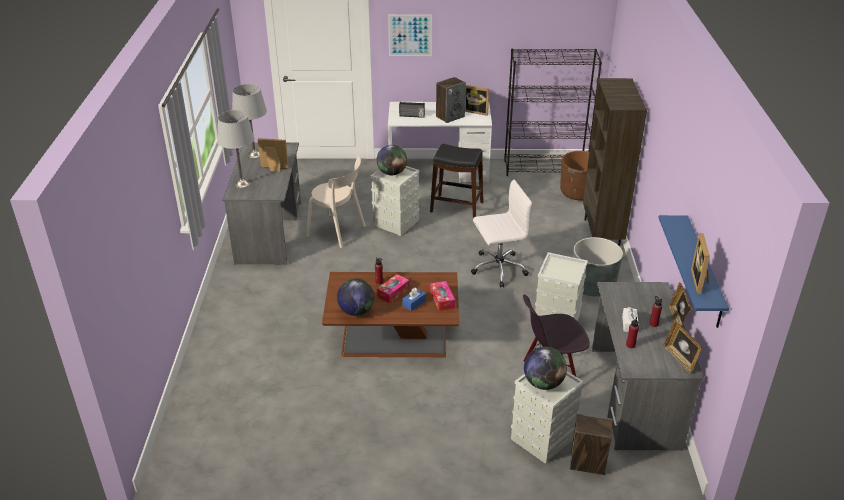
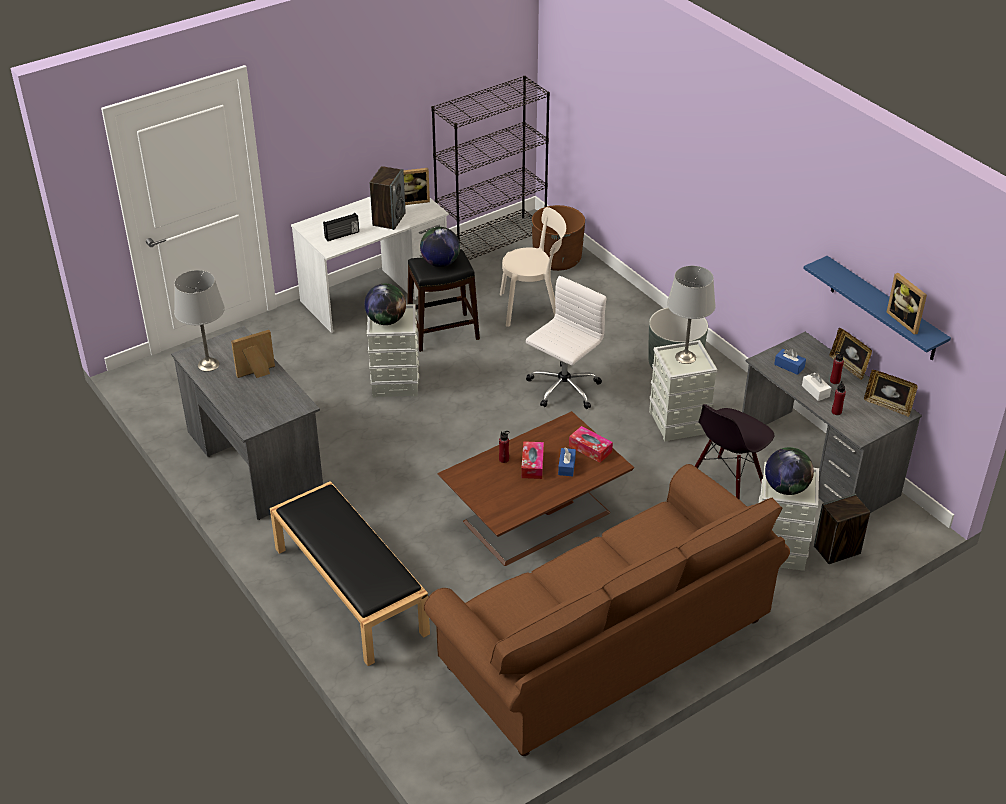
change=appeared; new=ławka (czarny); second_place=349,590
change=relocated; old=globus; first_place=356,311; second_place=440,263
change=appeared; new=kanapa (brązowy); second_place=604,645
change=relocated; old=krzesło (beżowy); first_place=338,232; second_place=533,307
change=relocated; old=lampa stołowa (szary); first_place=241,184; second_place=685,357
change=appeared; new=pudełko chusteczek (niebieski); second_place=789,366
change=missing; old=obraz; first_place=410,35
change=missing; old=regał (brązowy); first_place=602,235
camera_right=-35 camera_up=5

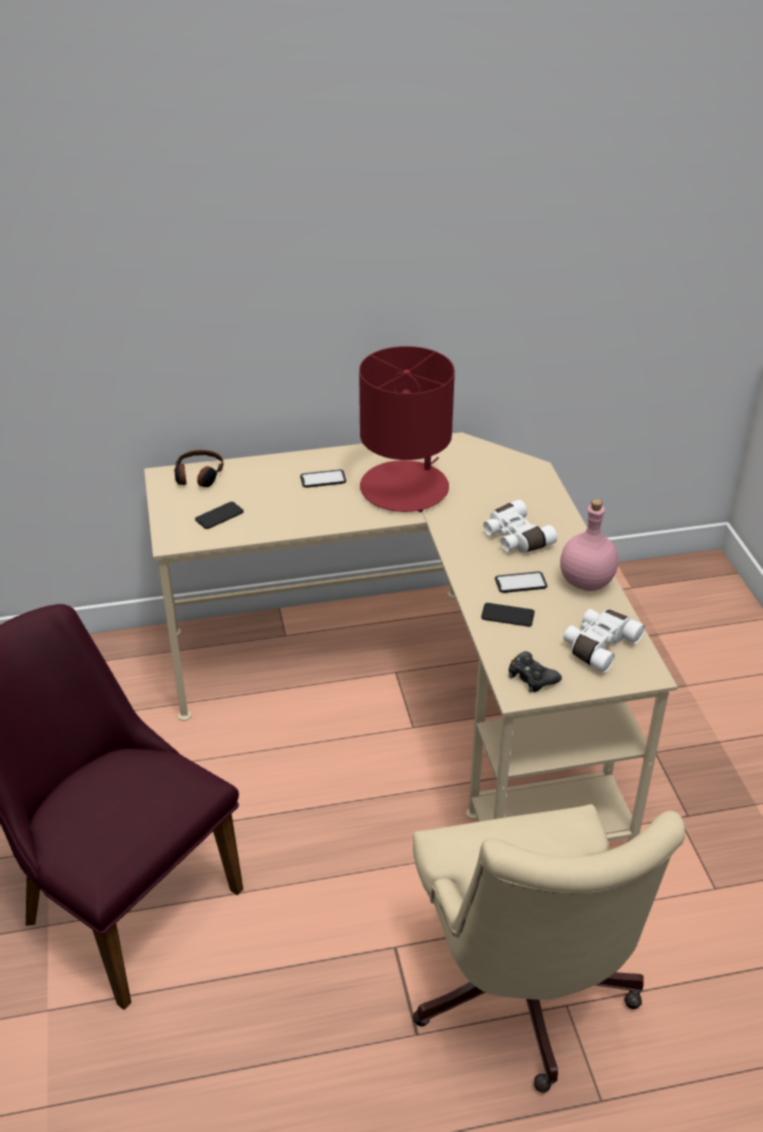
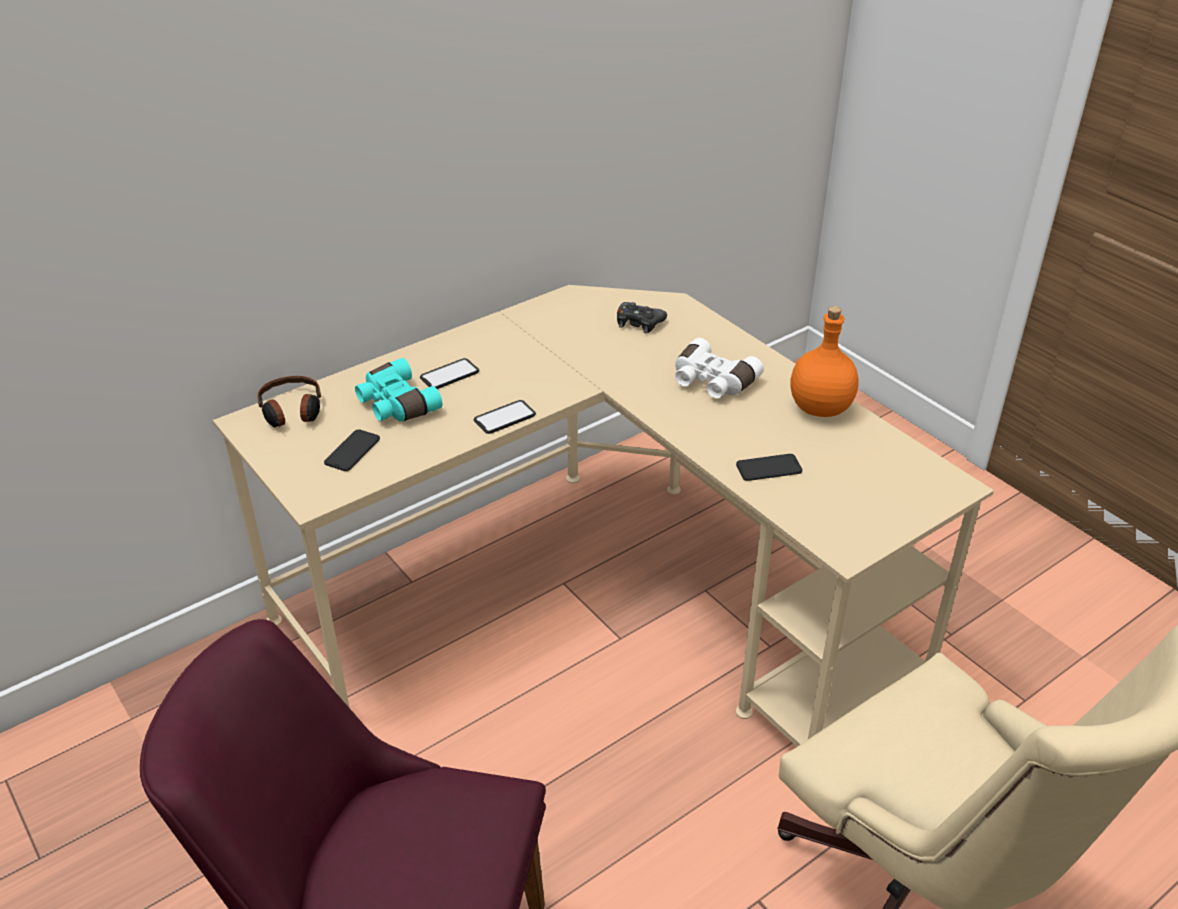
change=appeared; new=lornetka (turkusowy); second_place=395,404
change=relocated; old=telefon; first_place=520,583; second_place=504,418
change=relocated; old=pad do gier (czarny); first_place=531,677; second_place=639,323
change=colour; old=butelka (różowy); new=butelka (pomarańczowy); first_place=585,581; second_place=819,407
change=missing; old=lampa stołowa (czerwony); first_place=405,488
change=missing; old=lornetka (biały); first_place=598,645
camera_right=-25 camera_up=0

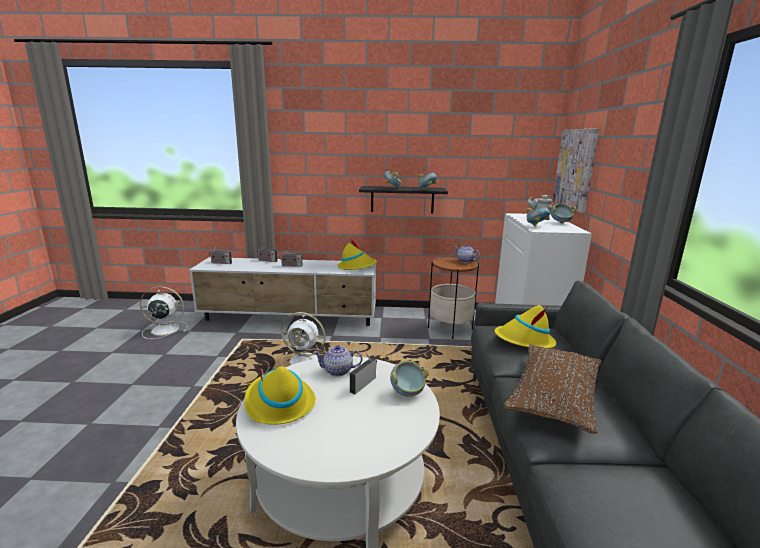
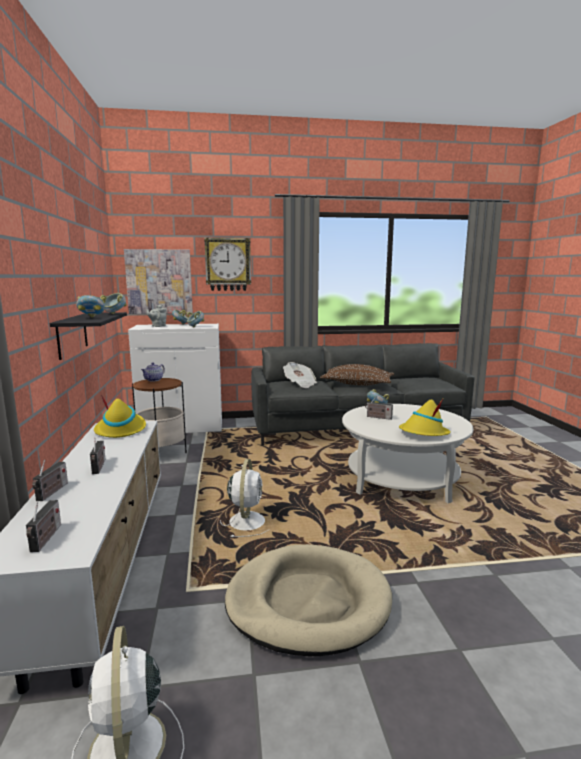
change=appeared; new=zegar ścienny; second_place=228,264
change=appeared; new=legowisko (beżowy); second_place=308,602
change=exchanged; old=kapelusz (żółty); new=gazeta; first_place=524,341; second_place=300,384
change=missing; old=imbryk; first_place=338,371
camera_right=-100 camera_up=-5

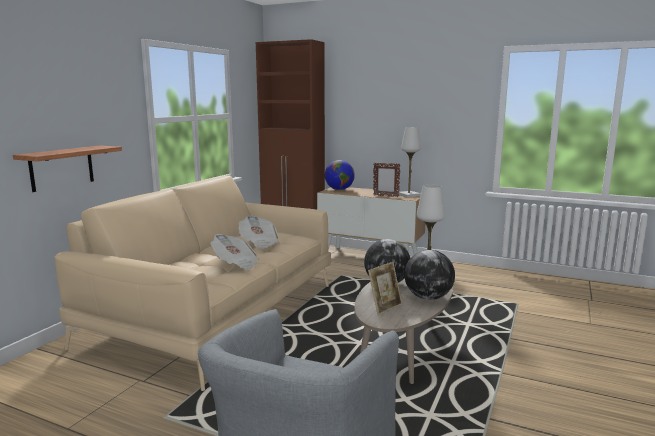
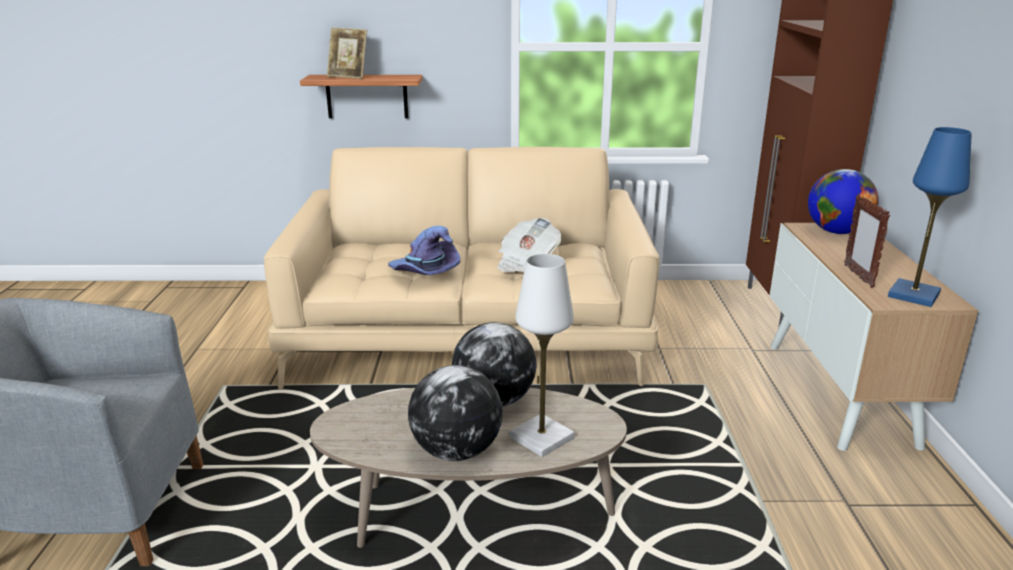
change=relocated; old=ramka na zdjęcie; first_place=385,307; second_place=348,76
change=exchanged; old=gazeta; new=kapelusz (fioletowy); first_place=236,264; second_place=424,273
change=colour; old=lampa stołowa (biały); new=lampa stołowa (niebieski); first_place=409,195; second_place=913,295
camera_right=65 camera_up=10

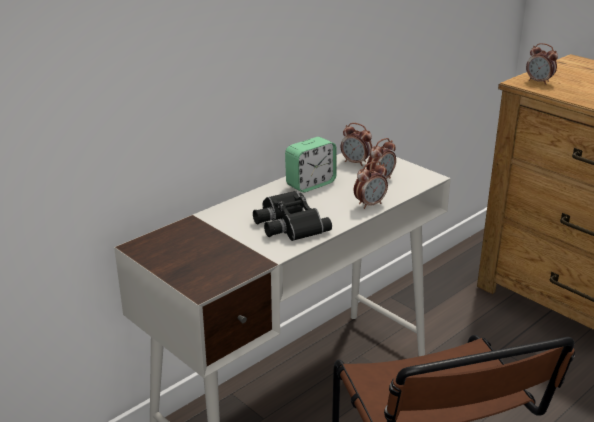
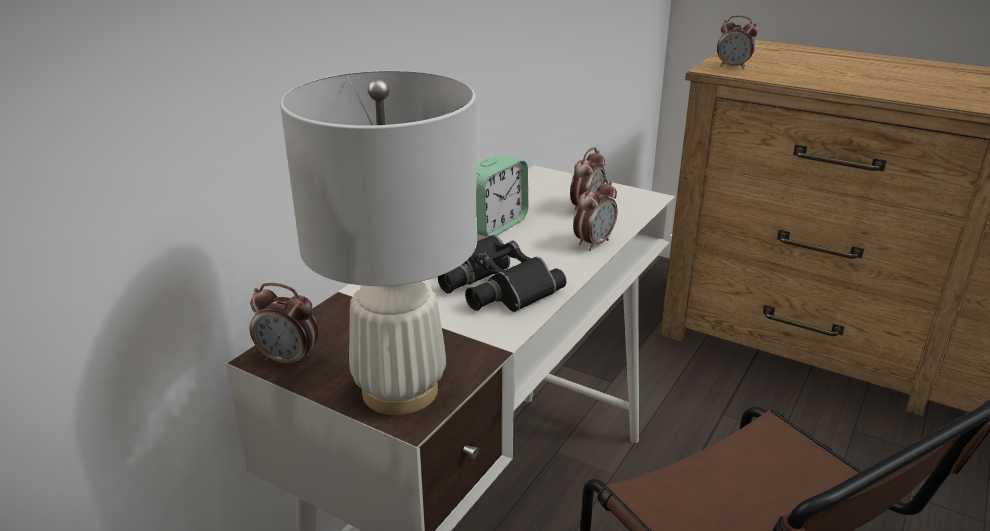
change=relocated; old=budzik; first_place=356,162; second_place=289,360
change=appeared; new=lampa stołowa (biały); second_place=399,391
camera_right=-15 camera_up=0

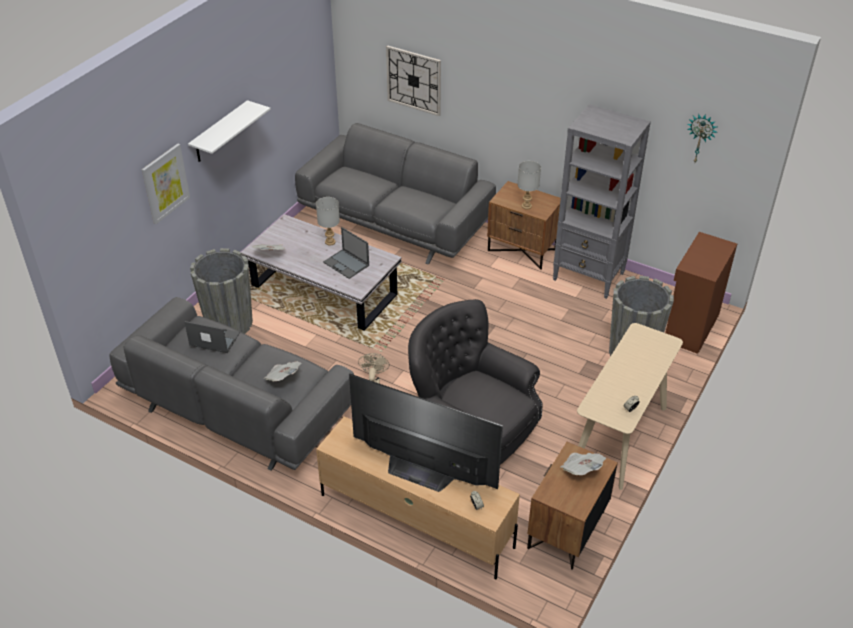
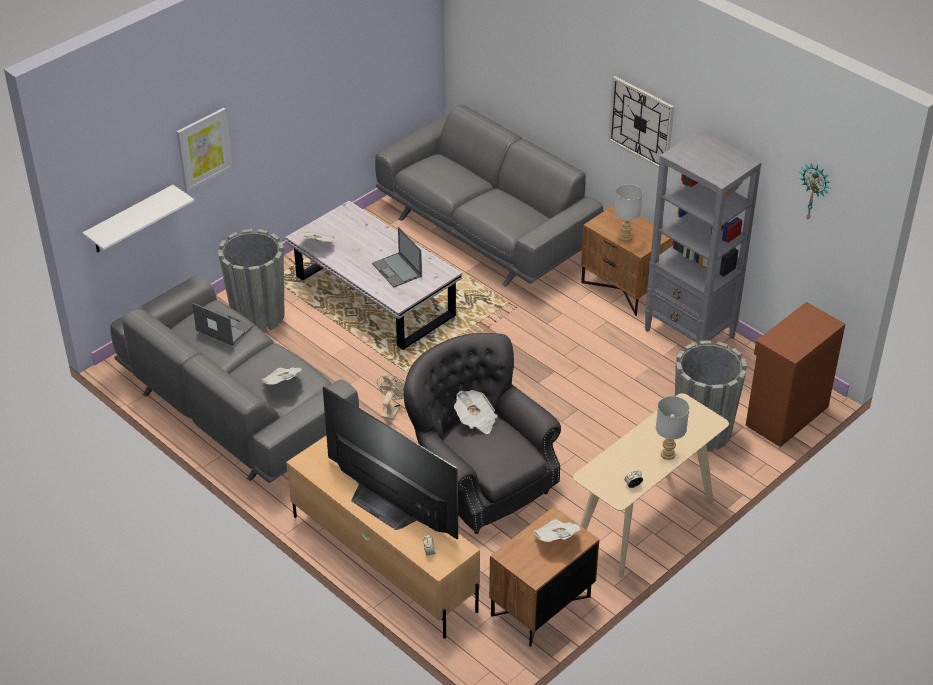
change=relocated; old=półka (biały); first_place=220,132; second_place=130,220
change=appeared; new=gazeta; second_place=476,420
change=relocated; old=zegar ścienny; first_place=414,80; second_place=641,123
change=relocated; old=lampa stołowa (szary); first_place=330,242; second_place=668,454
camera_right=15 camera_up=0

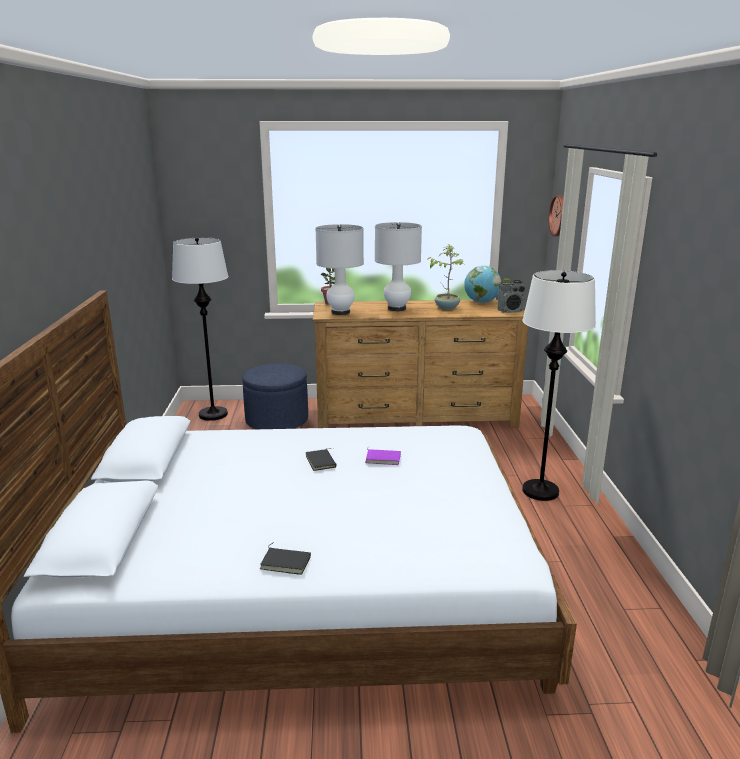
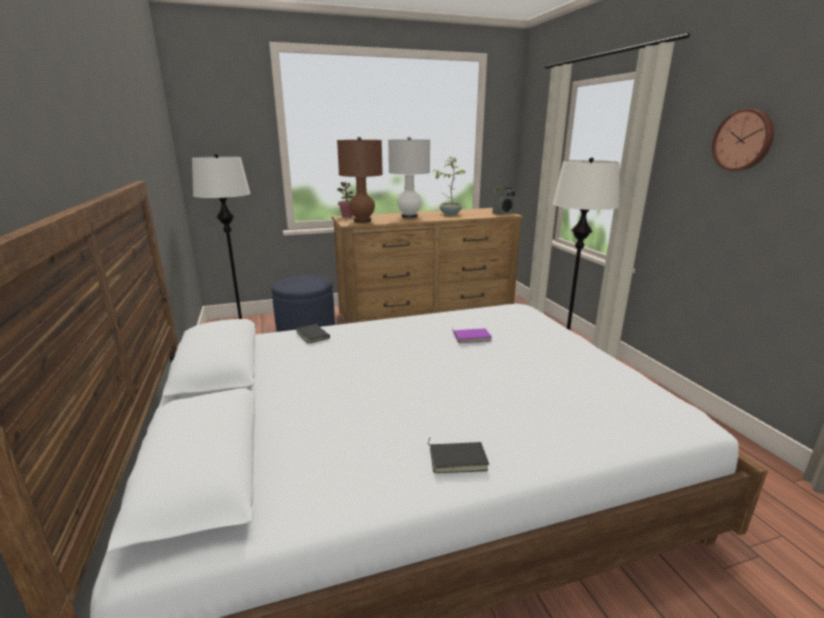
change=relocated; old=książka (czarny); first_place=322,462; second_place=314,335
change=colour; old=lampa stołowa (biały); new=lampa stołowa (brązowy); first_place=340,312; second_place=362,221
change=relocated; old=zegar ścienny; first_place=559,215; second_place=743,140
change=missing; old=globus; first_place=481,302
camera_right=-15 camera_up=0

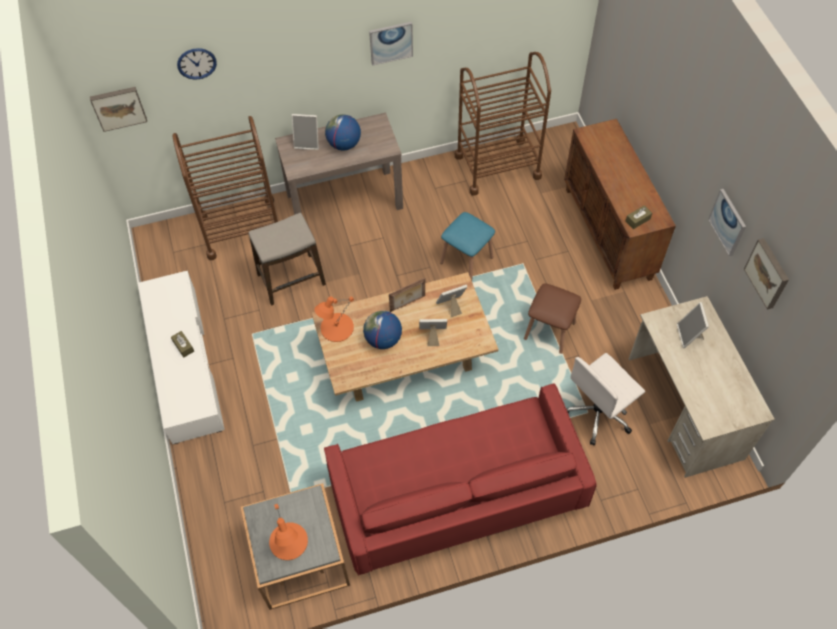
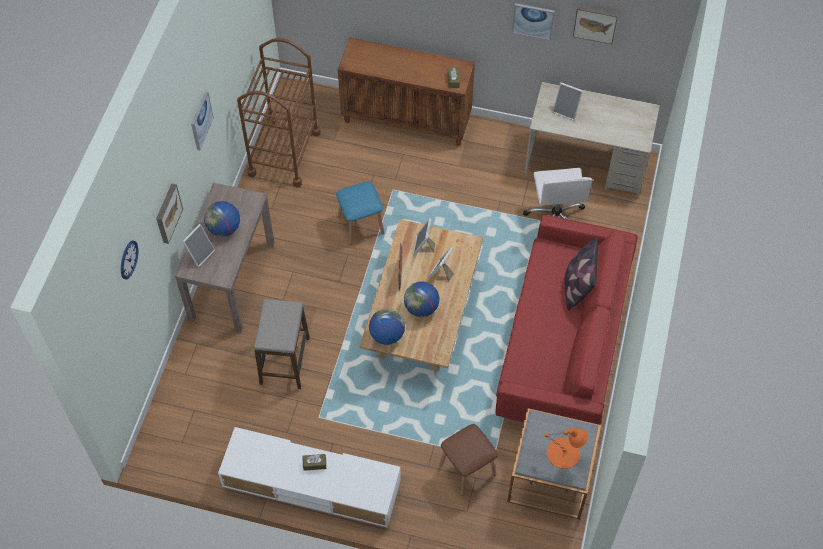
change=relocated; old=obraz; first_place=118,107; second_place=167,213
change=exchanged; old=lampa stołowa (pomarańczowy); new=globus; first_place=336,327; second_place=387,335
change=relocated; old=stołek (brązowy); first_place=549,331; second_place=467,469
change=appeared; new=poduszka; second_place=577,286
change=missing; old=wózek (brązowy); first_place=241,228
camera_right=-60 camera_up=0

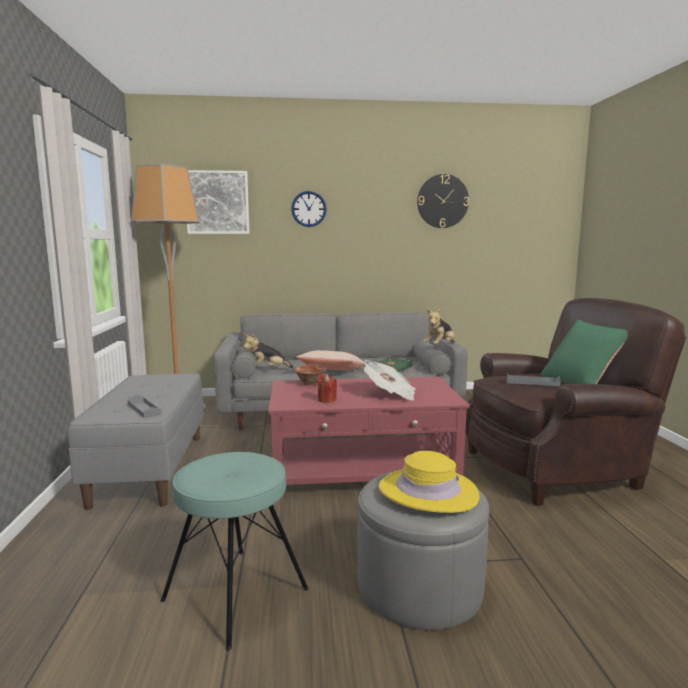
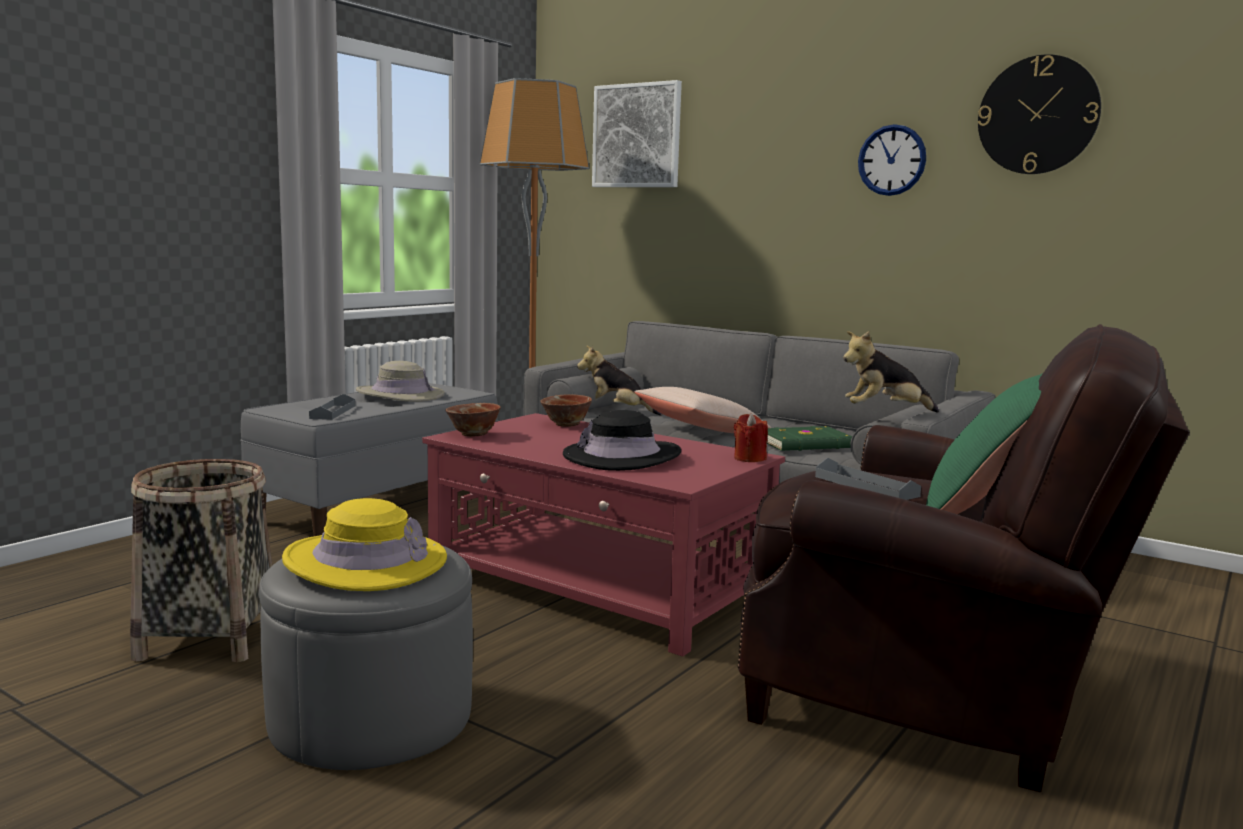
change=exchanged; old=stołek (turkusowy); new=koszyk; first_place=236,594; second_place=208,638
change=appeared; new=kapelusz (beżowy); second_place=400,395
change=appeared; new=miska; second_place=473,434
change=exchanged; old=gazeta; new=kapelusz (czarny); first_place=390,394; second_place=622,457
change=relocated; old=świeca (czerwony); first_place=327,400; second_place=749,458
change=relocated; old=zegar ścienny; first_place=308,209; second_place=892,160
camera_right=40 camera_up=0

